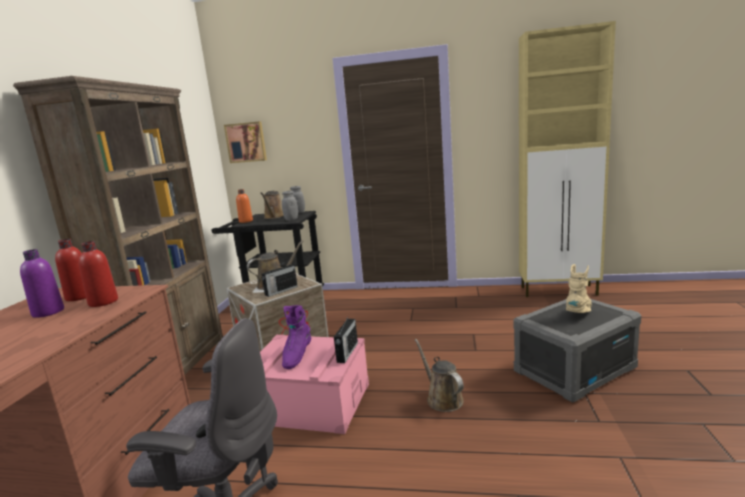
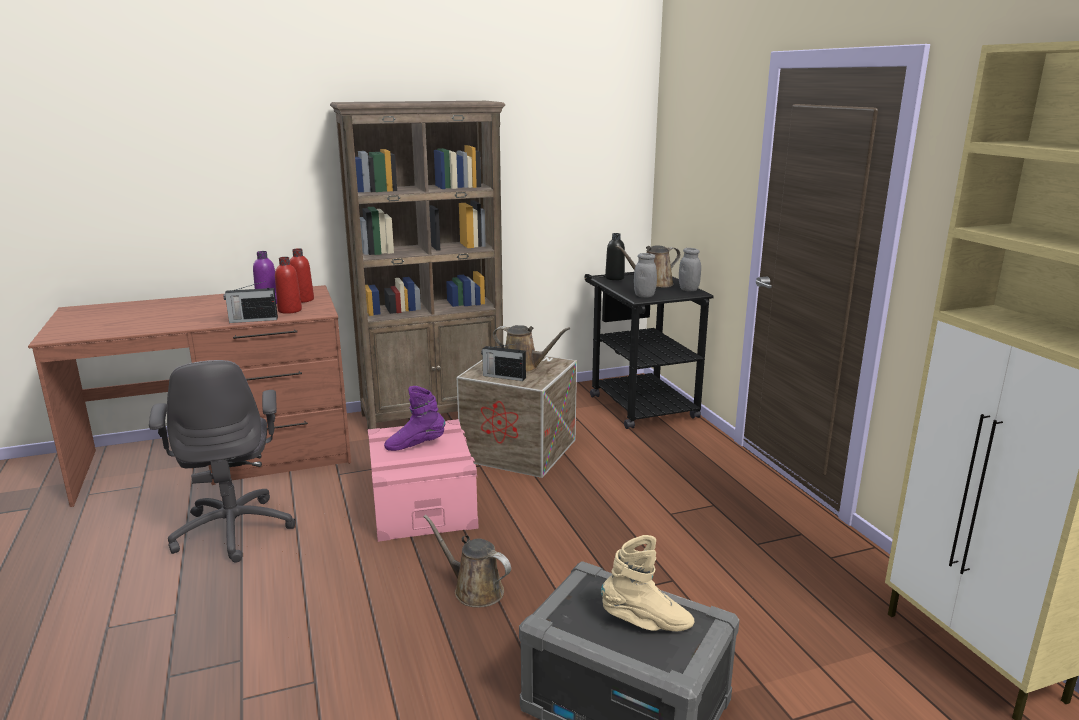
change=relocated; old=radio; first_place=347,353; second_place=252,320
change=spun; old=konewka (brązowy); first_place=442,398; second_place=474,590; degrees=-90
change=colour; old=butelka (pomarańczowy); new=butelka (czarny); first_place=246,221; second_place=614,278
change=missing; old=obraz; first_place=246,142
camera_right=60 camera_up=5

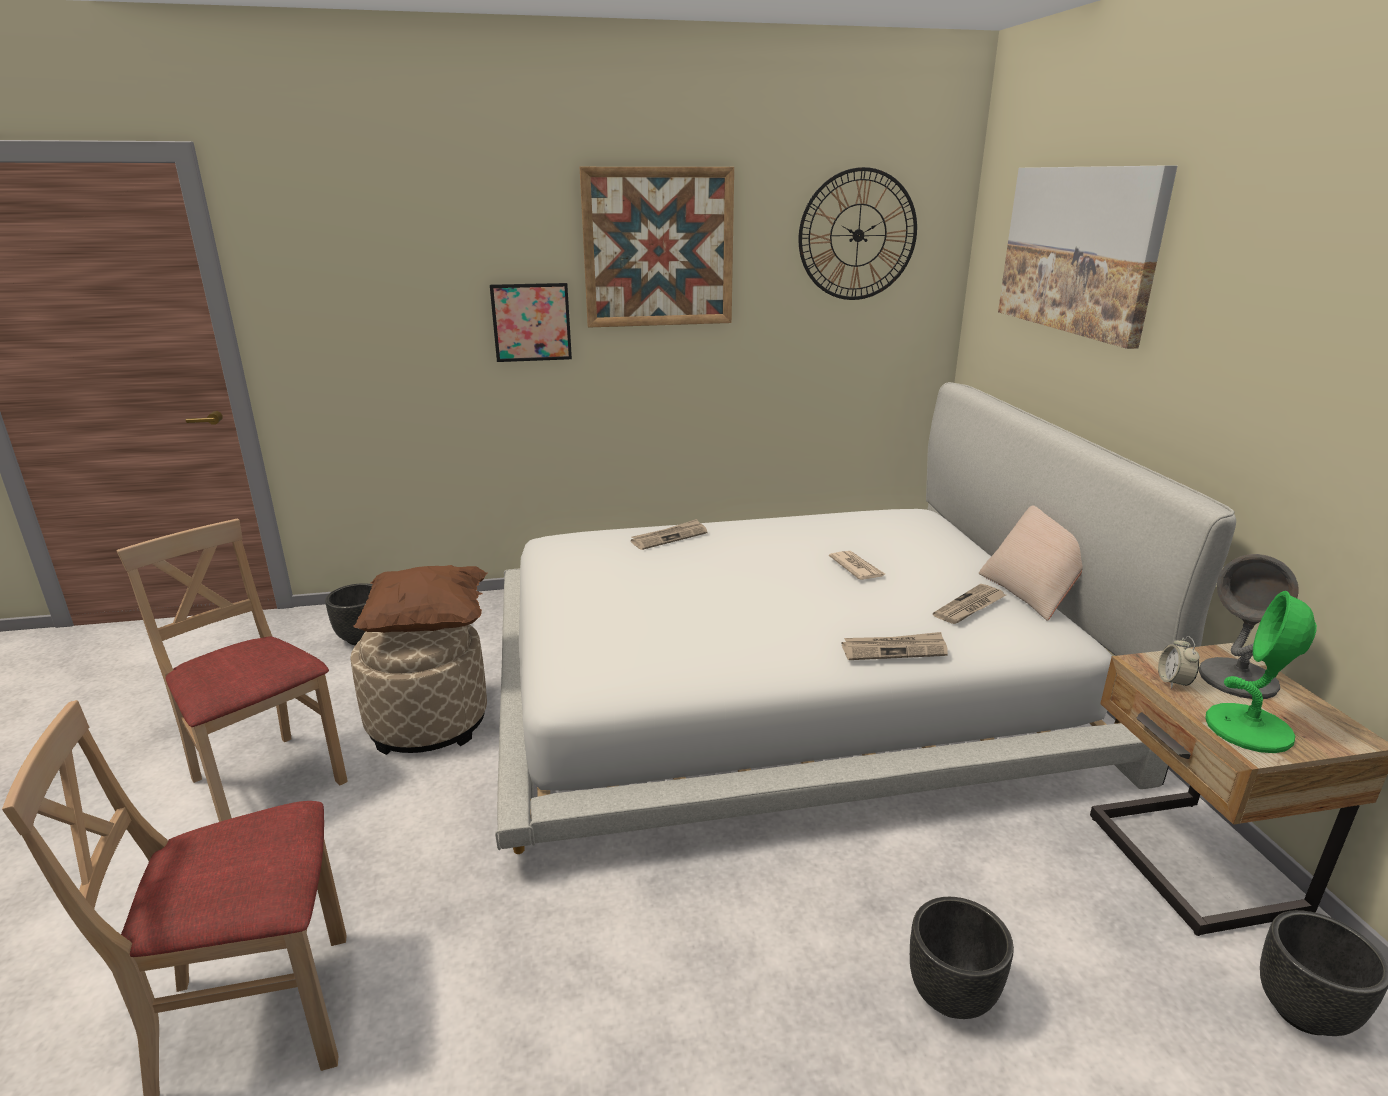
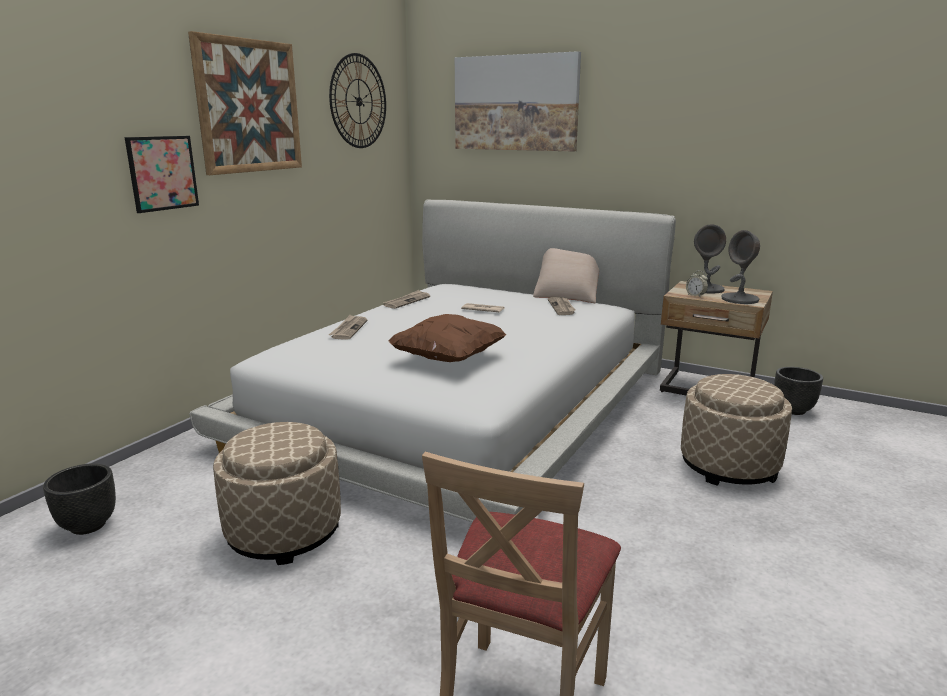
change=relocated; old=gazeta; first_place=894,649; second_place=406,301
change=relocated; old=poduszka (brązowy); first_place=427,623; second_place=448,359
change=exchanged; old=donica (czarny); new=pufa (beżowy); first_place=950,995; second_place=728,466
change=colour; old=lampa stołowa (zielony); new=lampa stołowa (szary); first_place=1248,729; second_place=740,299
change=missing; old=krzesło (beżowy); first_place=266,782
camera_right=-50 camera_up=-5

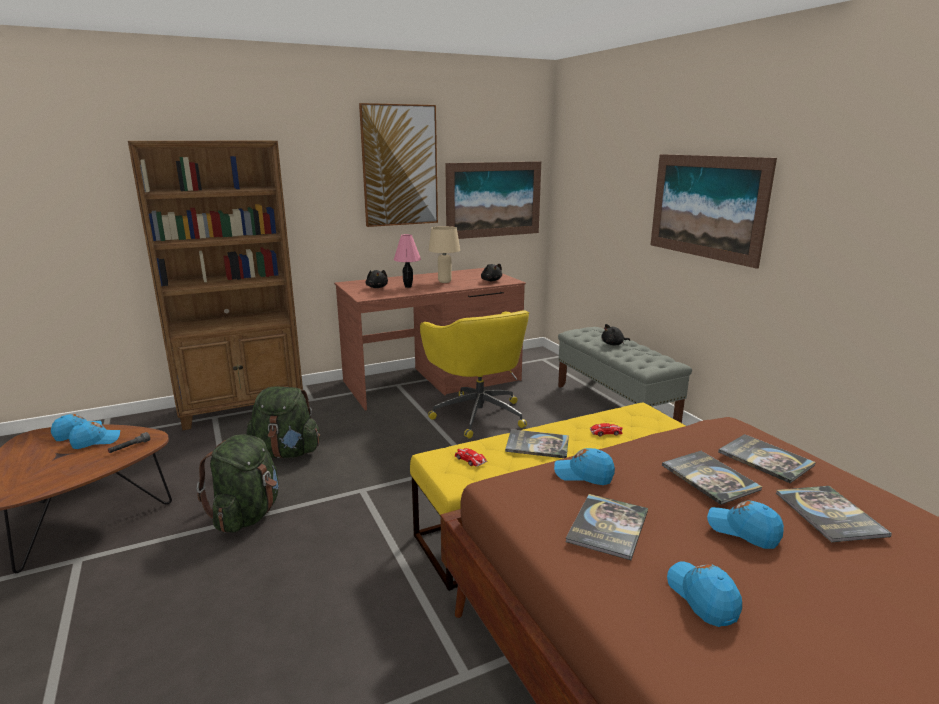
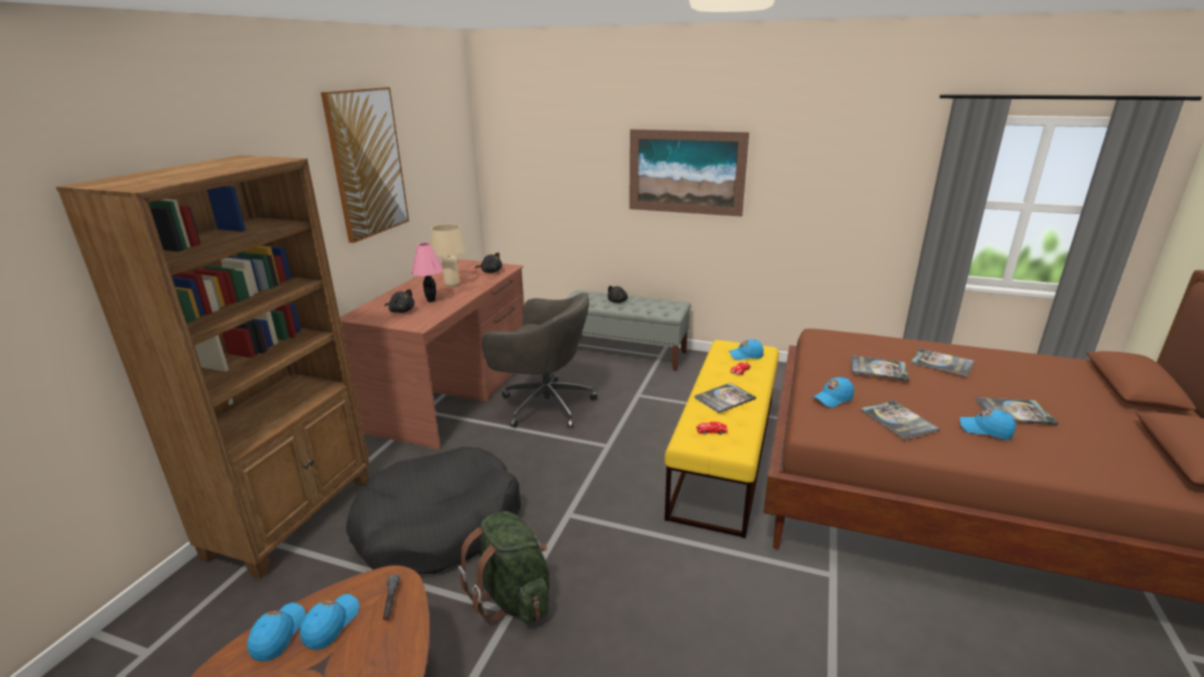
change=exchanged; old=plecak (zielony); new=legowisko (czarny); first_place=286,453; second_place=439,527
change=colour; old=krzesło biurowe (żółty); new=krzesło biurowe (szary); first_place=478,414; second_place=544,405
change=relocated; old=czapka z daszkiem (niebieski); first_place=743,531; second_place=745,356
change=relocated; old=książka; first_place=765,459; second_place=1014,412
change=missing; old=obraz; first_place=494,199
camera_right=-45 camera_up=5

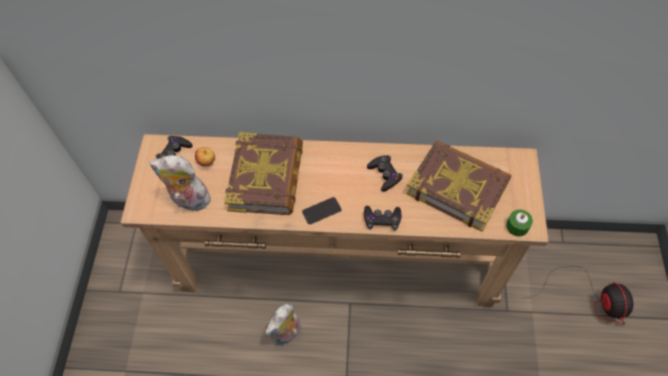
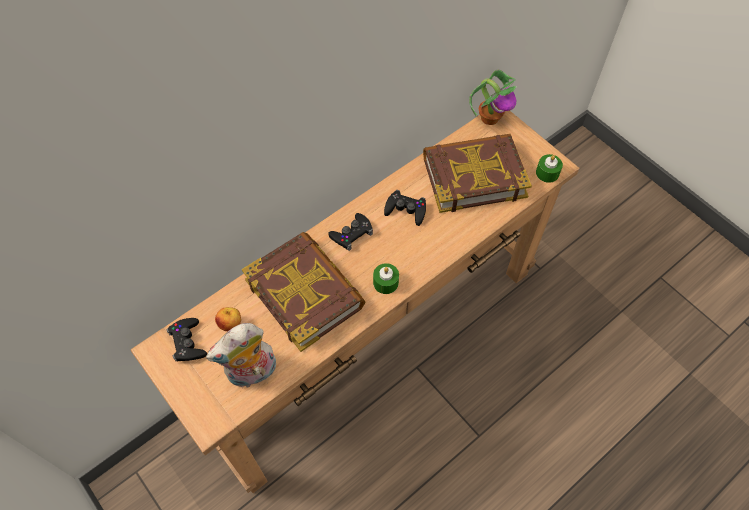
change=relocated; old=pad do gier (czarny); first_place=382,219; second_place=351,234
change=exchanged; old=telefon; new=świeca (zielony); first_place=321,211; second_place=385,282
change=appeared; new=roślina doniczkowa; second_place=490,117
change=missing; old=pluszak; first_place=287,334
change=missing; old=wentylator; first_place=590,299
camera_right=-45 camera_up=0

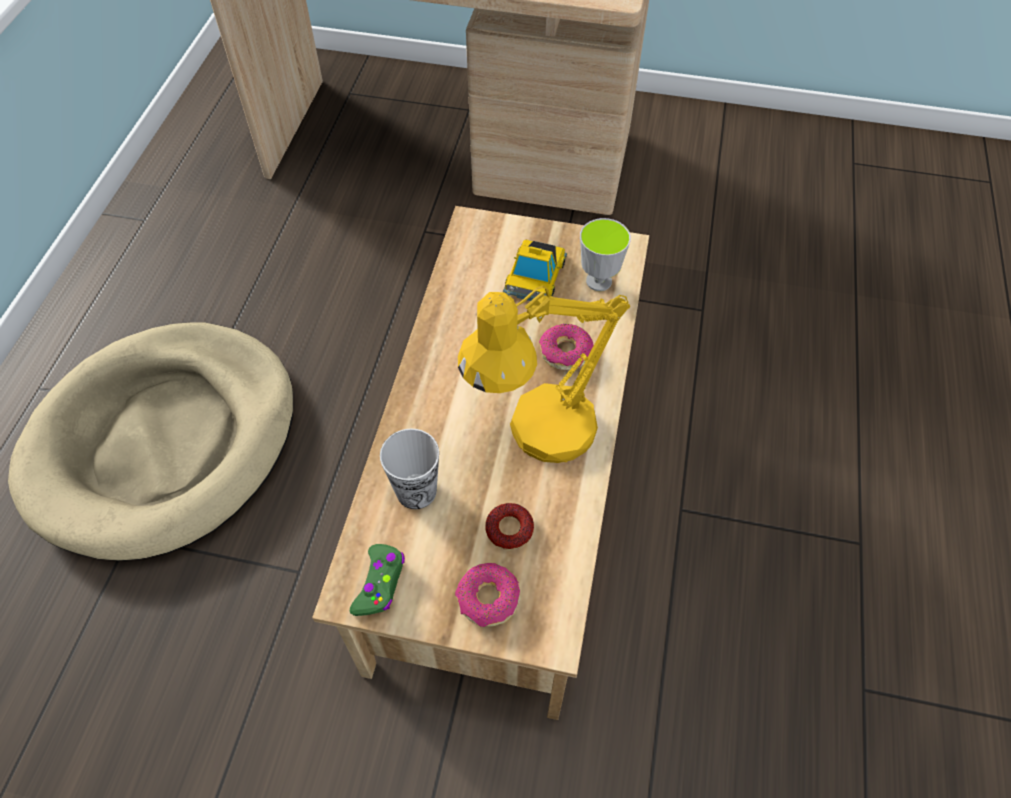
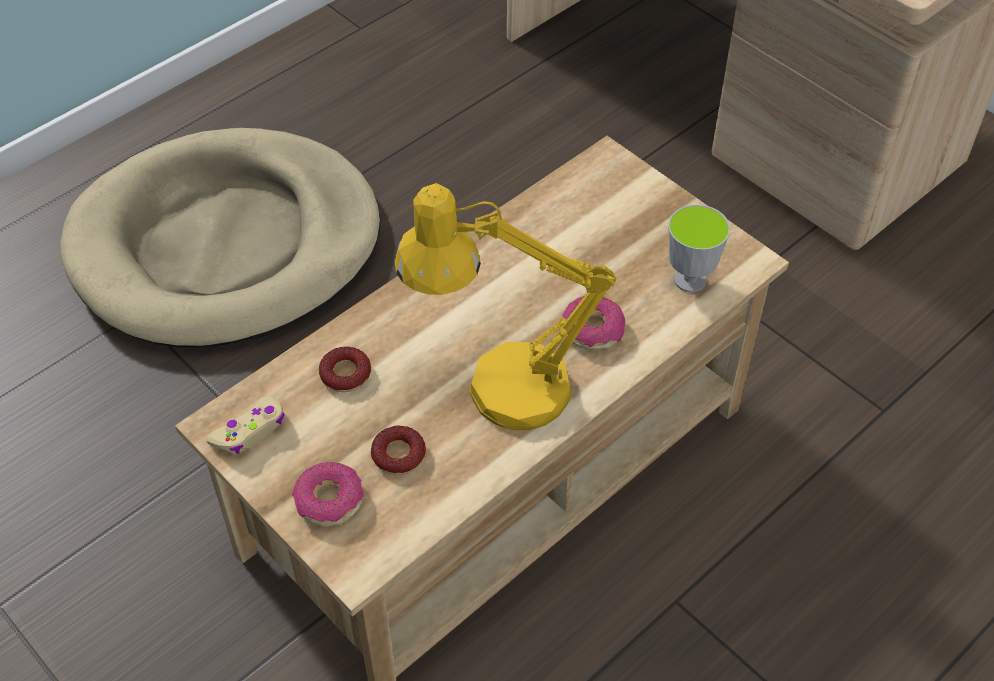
change=colour; old=pad do gier (zielony); new=pad do gier (beżowy); first_place=380,583; second_place=250,432
change=exchanged; old=filiżanka; new=donut; first_place=416,491; second_place=345,374
change=missing; old=samochodzik; first_place=535,275
camera_right=35 camera_up=-5

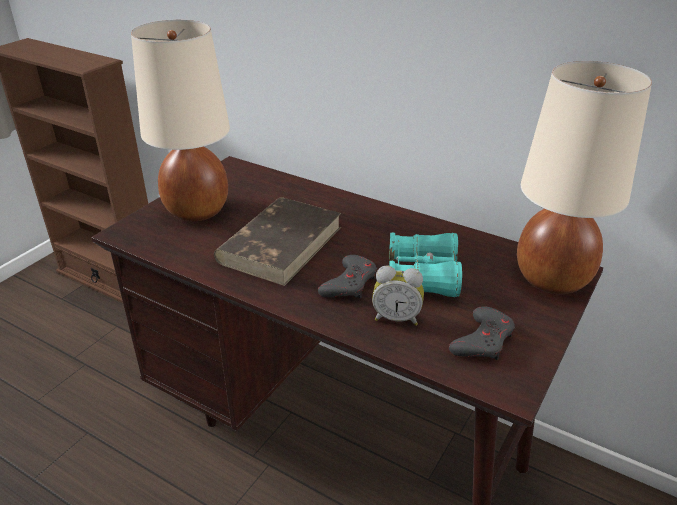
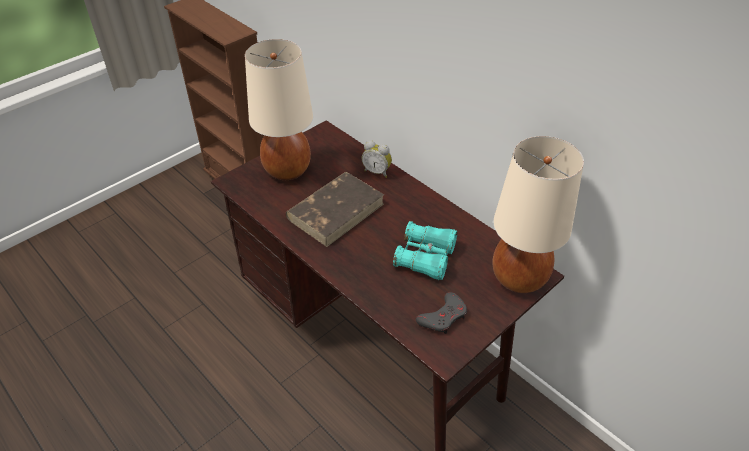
change=relocated; old=budzik; first_place=396,318; second_place=377,171
change=missing; old=pad do gier (szary); first_place=349,283
camera_right=15 camera_up=10

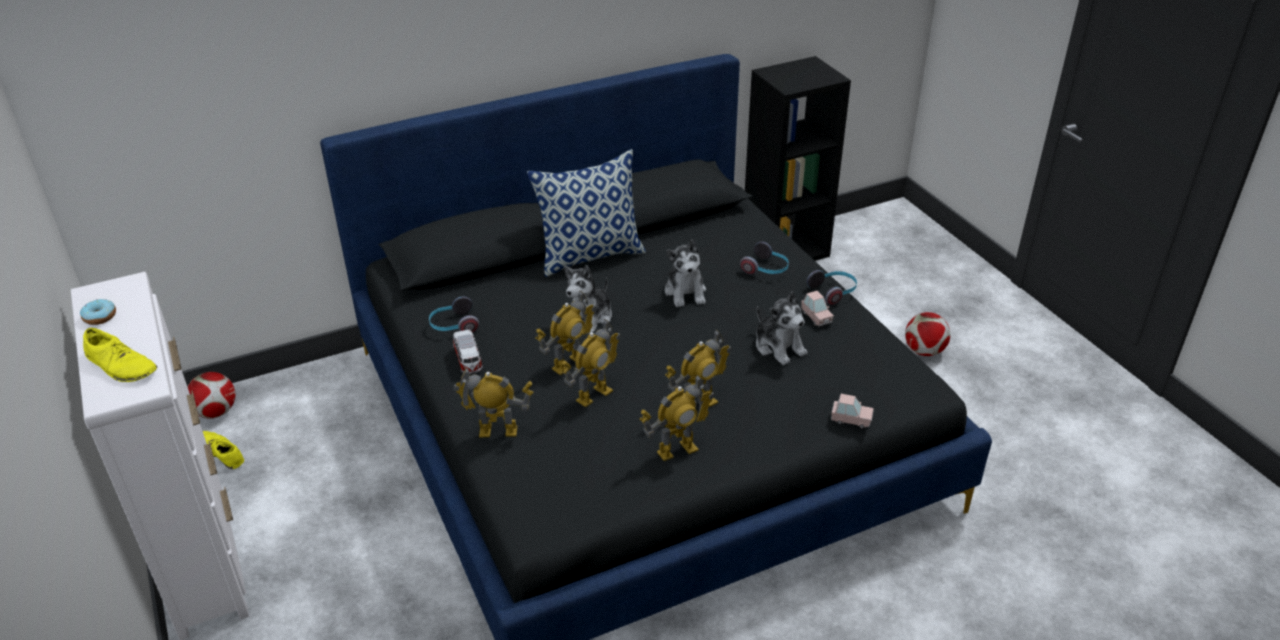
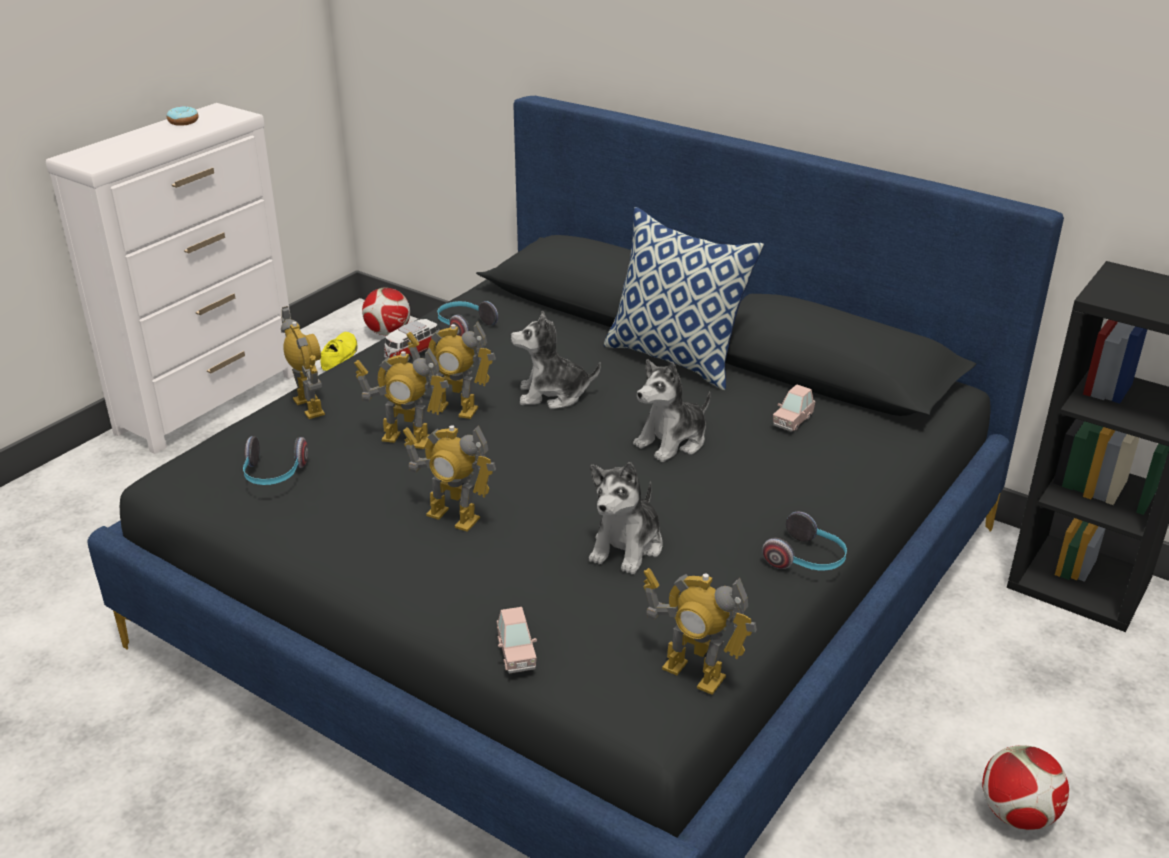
change=relocated; old=słuchawki; first_place=766,269; second_place=274,475
change=relocated; old=robot zabawkowy; first_place=677,450; second_place=693,673
change=relocated; old=samochodzik (różowy); first_place=816,317; second_place=792,421
change=missing; old=but (żółty); first_place=121,365
camera_right=60 camera_up=-5

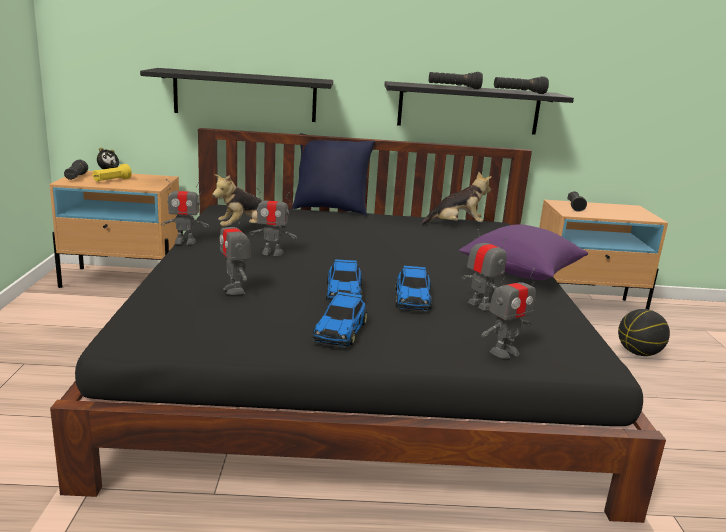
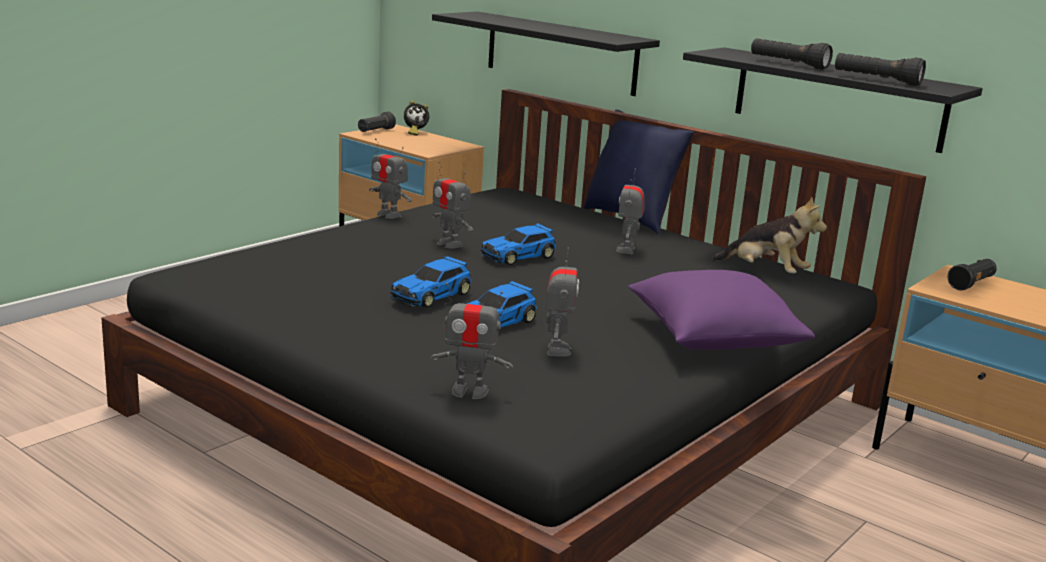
change=relocated; old=samochodzik; first_place=340,331; second_place=519,256
change=relocated; old=robot zabawkowy; first_place=235,290; second_place=626,250
change=missing; old=latarka (żółty); first_place=112,181
change=missing; old=pluszak; first_place=247,230
change=missing; old=piłka do koszykówki; first_place=639,353
camera_right=40 camera_up=0

